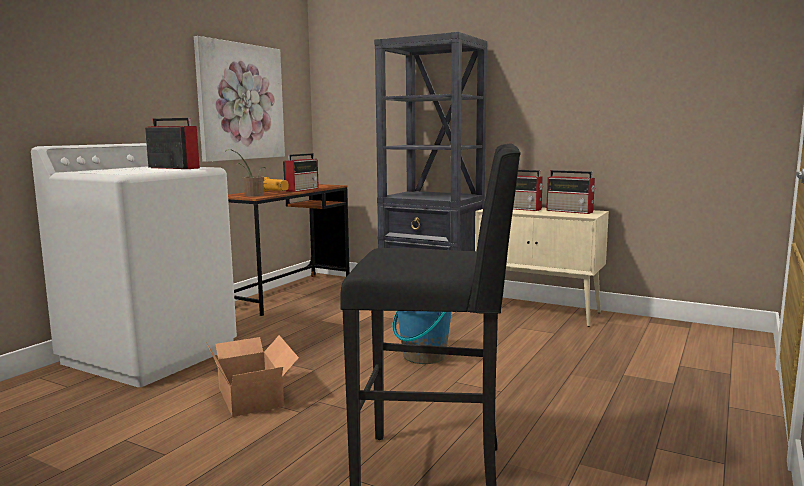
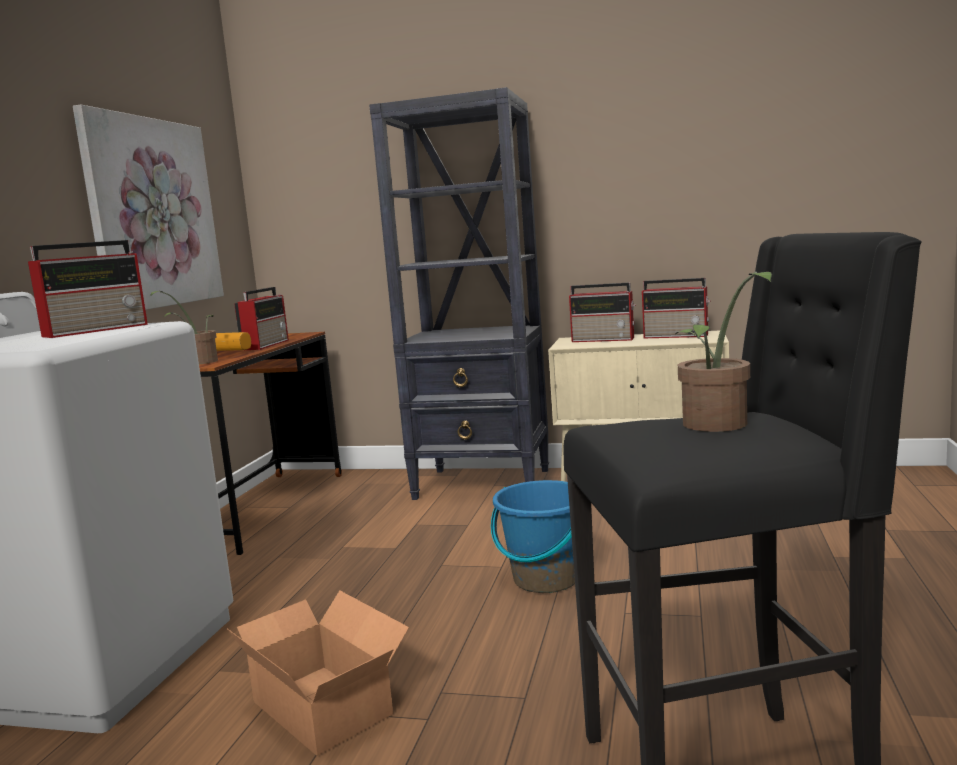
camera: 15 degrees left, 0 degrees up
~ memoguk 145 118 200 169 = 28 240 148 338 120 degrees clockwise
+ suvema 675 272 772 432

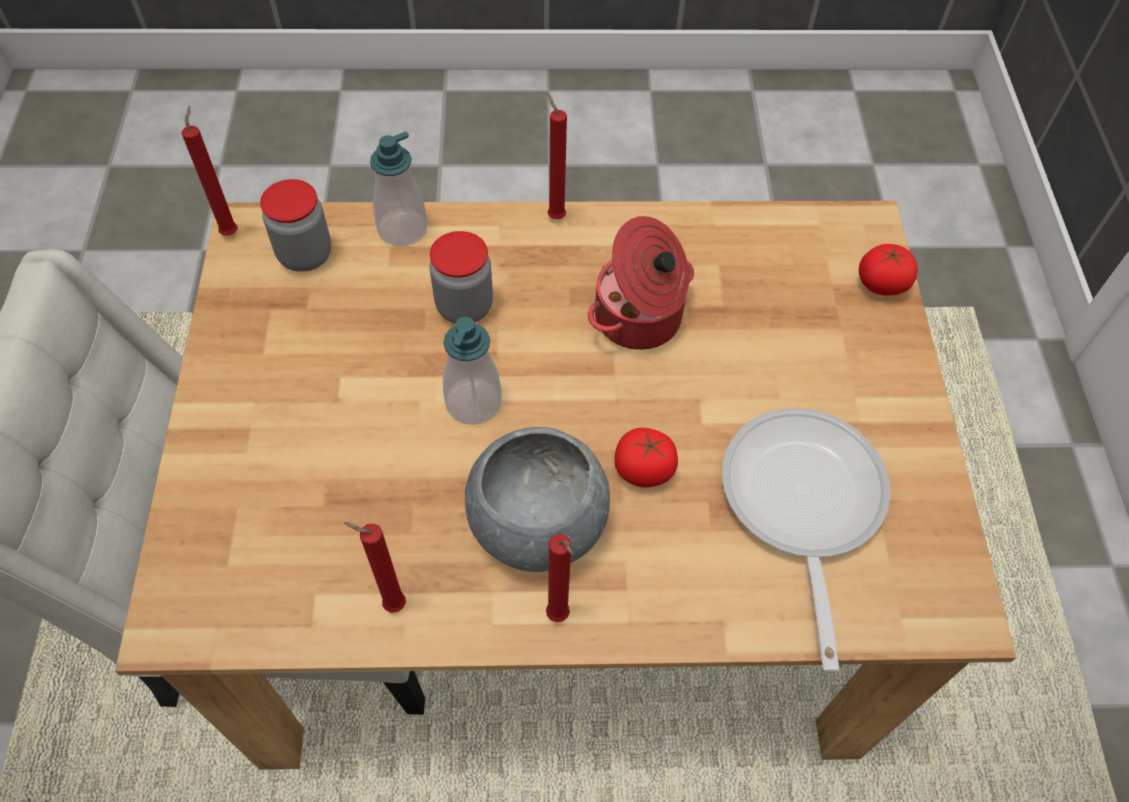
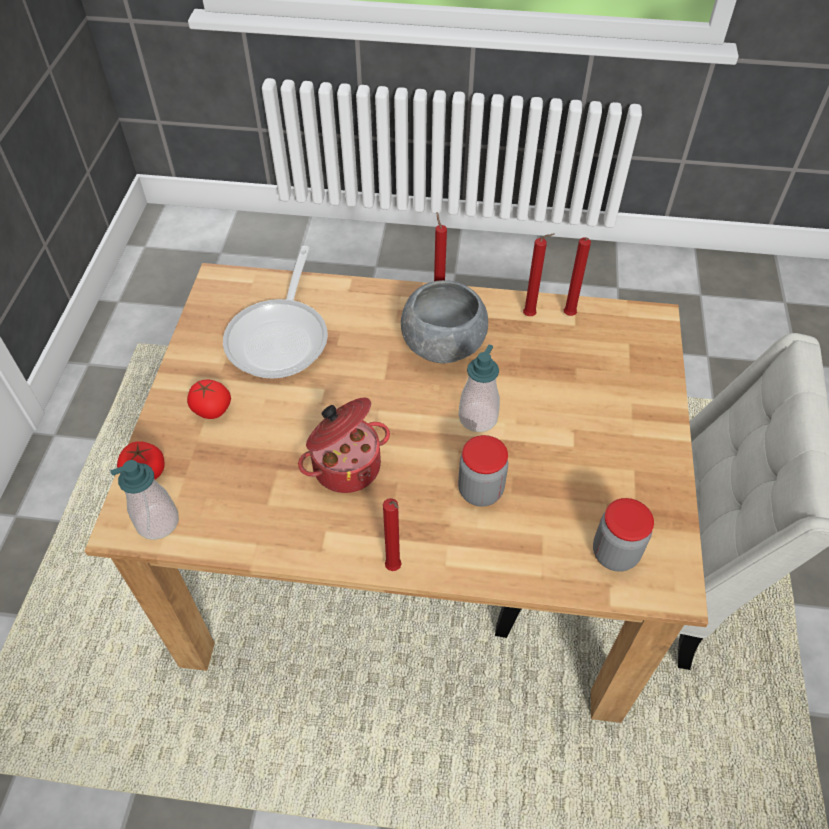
camera: 170 degrees left, 5 degrees down
~ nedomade 370 131 427 246 to 111 460 179 540
~ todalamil 614 428 678 487 to 187 380 231 419
~ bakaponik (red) 182 106 237 236 to 564 237 591 316

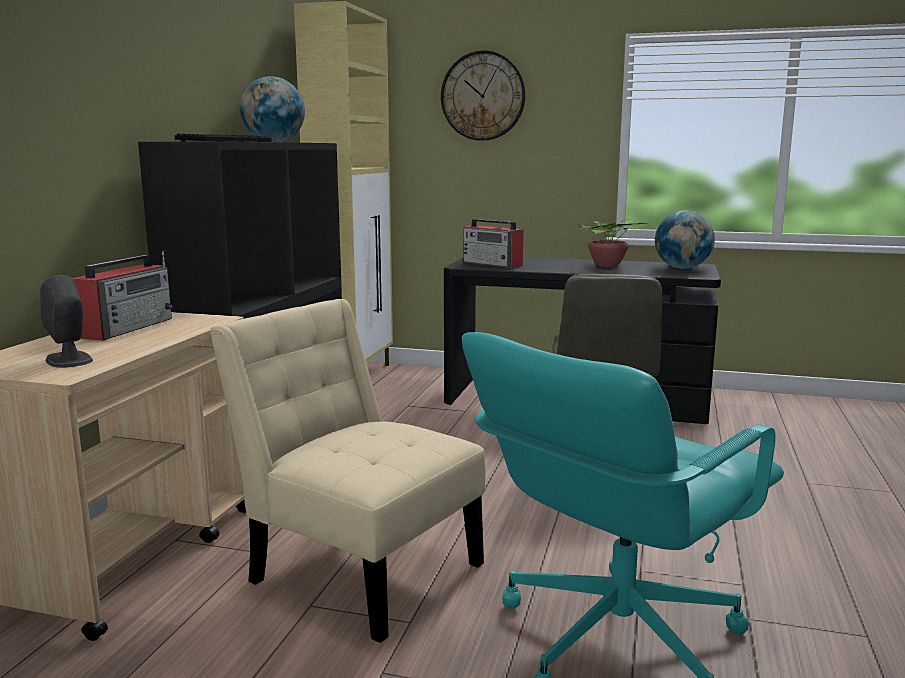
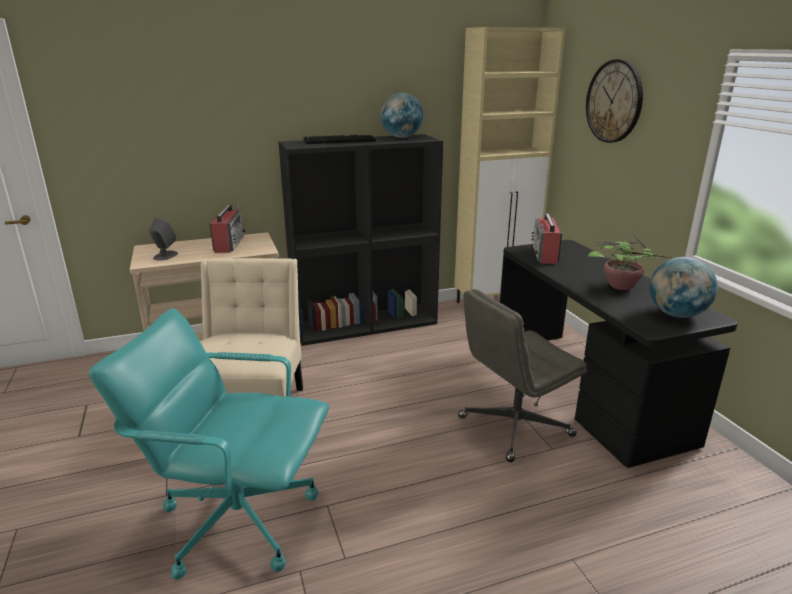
camera: 55 degrees right, 10 degrees up
~ memoguk 73 251 173 341 = 210 202 245 253 75 degrees counterclockwise

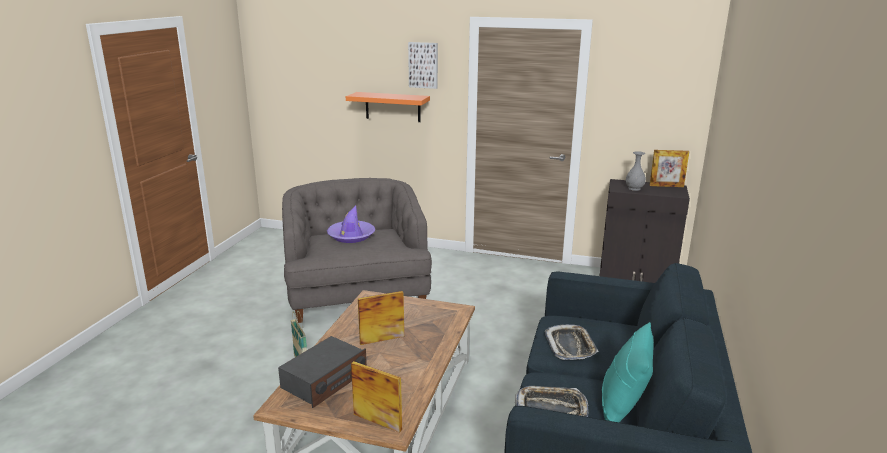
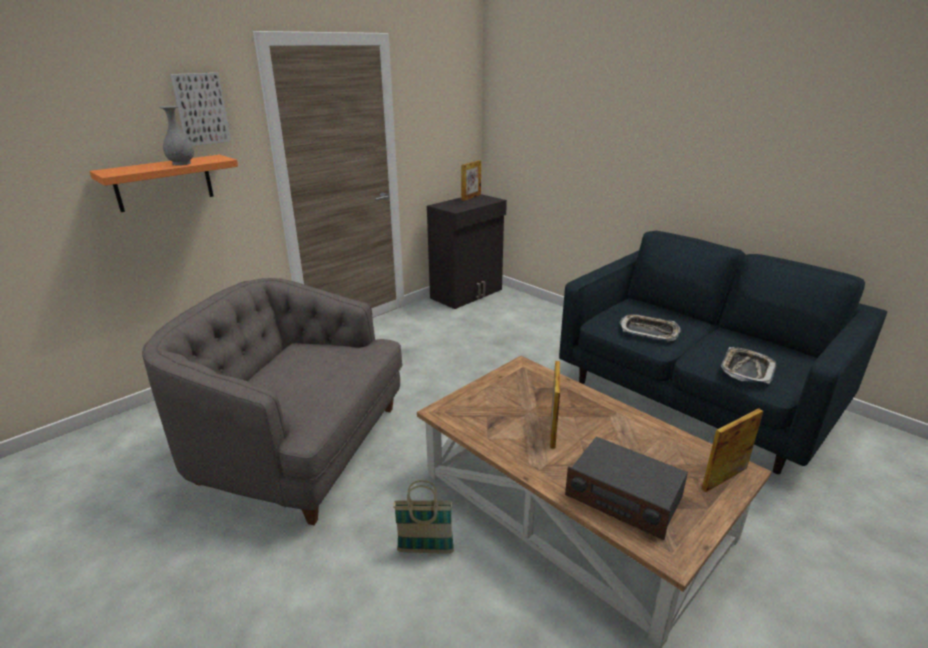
camera: 60 degrees left, 5 degrees up
~ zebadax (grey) 626 151 646 191 to 159 106 194 165
~ memoguk 278 336 367 408 = 565 436 688 540 150 degrees clockwise
- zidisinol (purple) 327 206 375 243
- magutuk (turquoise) 602 322 654 422

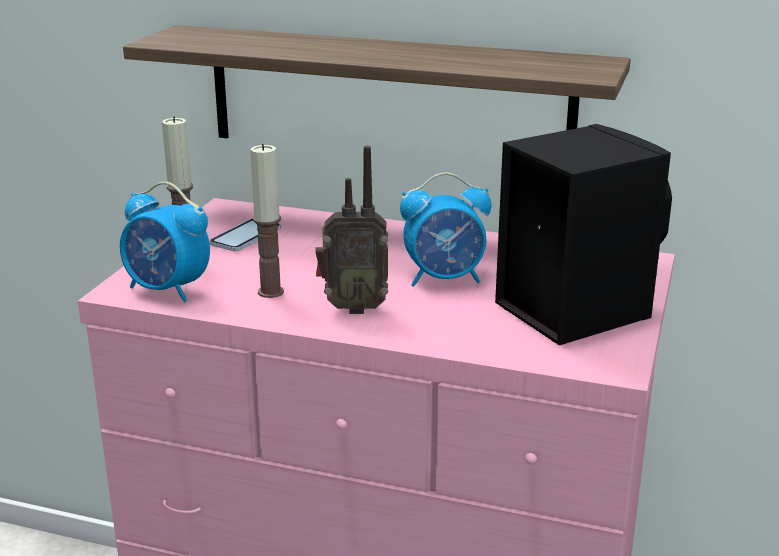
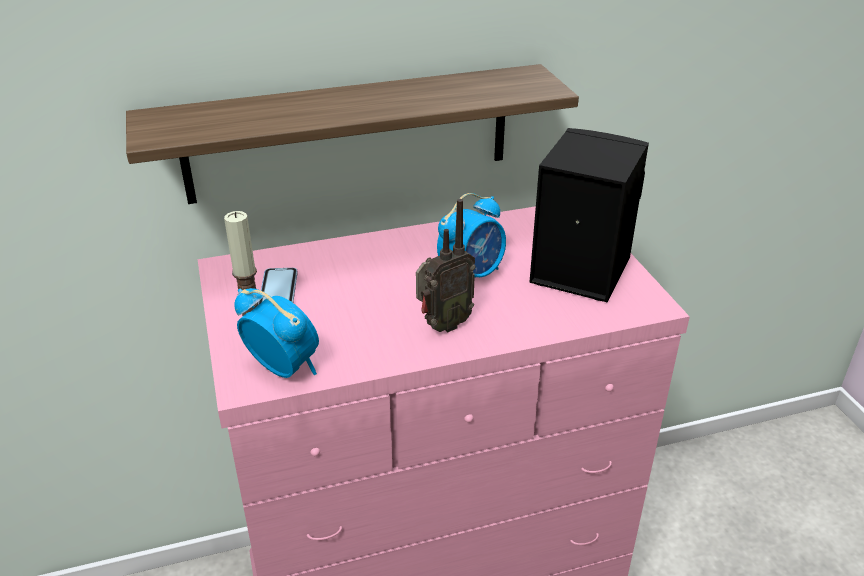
camera: 35 degrees left, 10 degrees up
~ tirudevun 120 182 210 302 = 234 288 319 378 135 degrees counterclockwise
- bakaponik 250 144 284 298

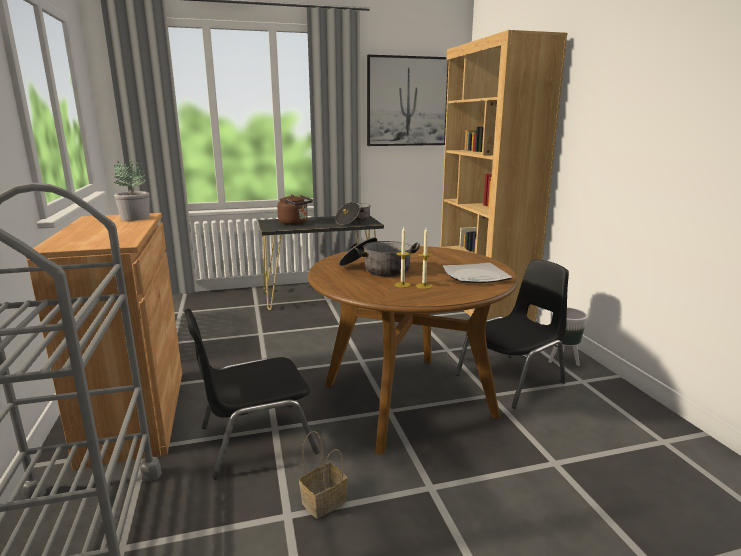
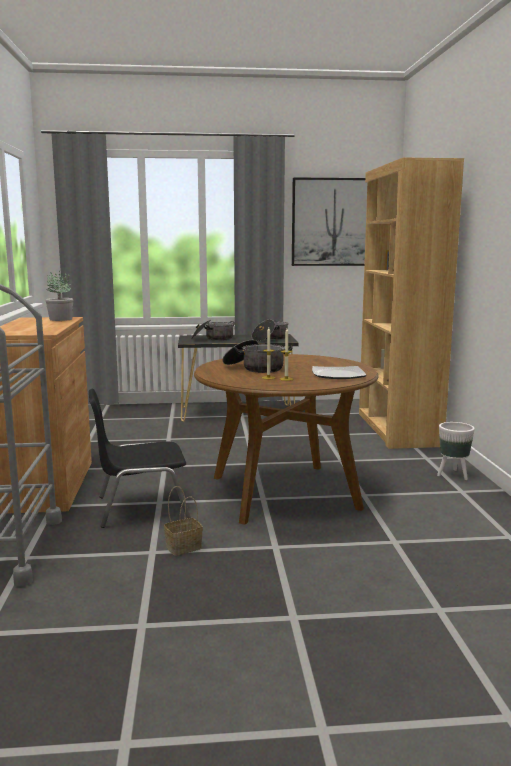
camera: 10 degrees right, 5 degrees down
~ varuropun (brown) 277 194 313 225 to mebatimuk 191 320 235 341
- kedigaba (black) 456 259 569 409

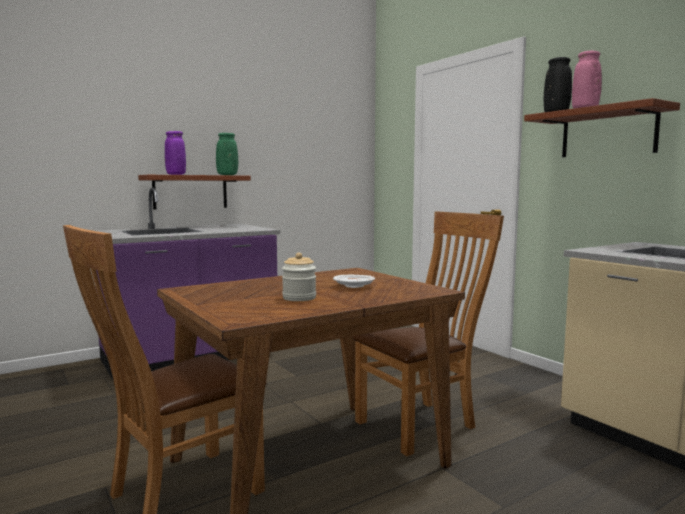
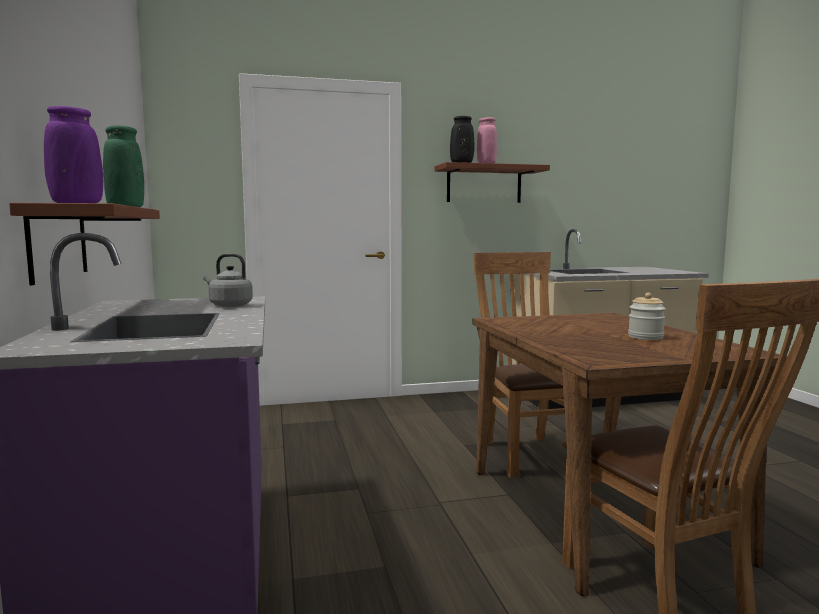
camera: 70 degrees left, 0 degrees up
+ varuropun (grey) 203 253 253 307
- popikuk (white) 333 275 375 288

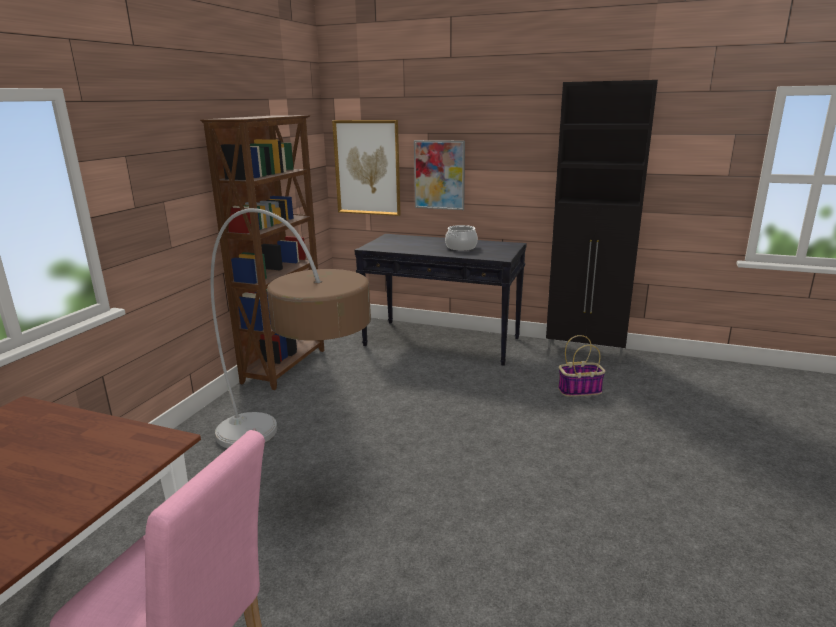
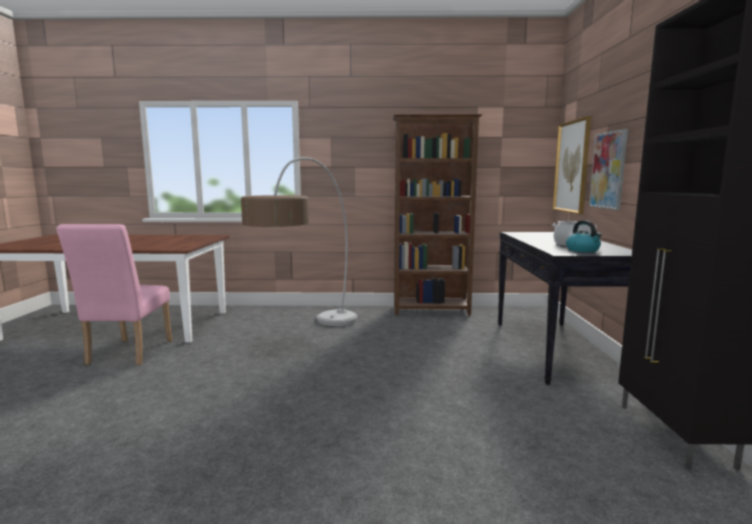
camera: 70 degrees right, 10 degrees down
+ varuropun 566 220 602 252
- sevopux 558 335 605 397

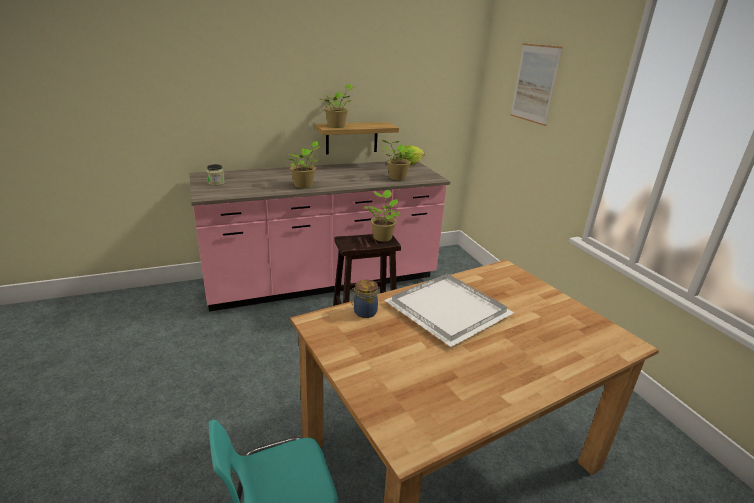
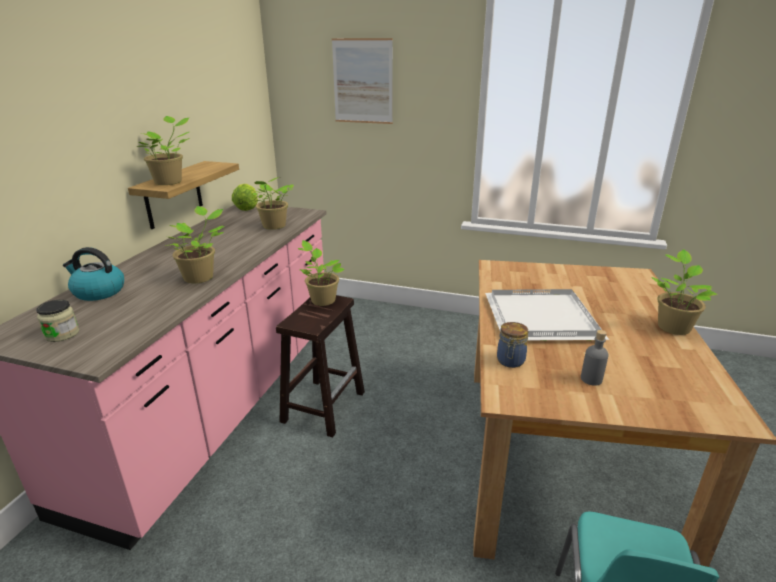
camera: 50 degrees left, 0 degrees up
+ varuropun 63 247 124 301
+ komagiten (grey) 581 330 608 386
+ suvema 651 249 717 335

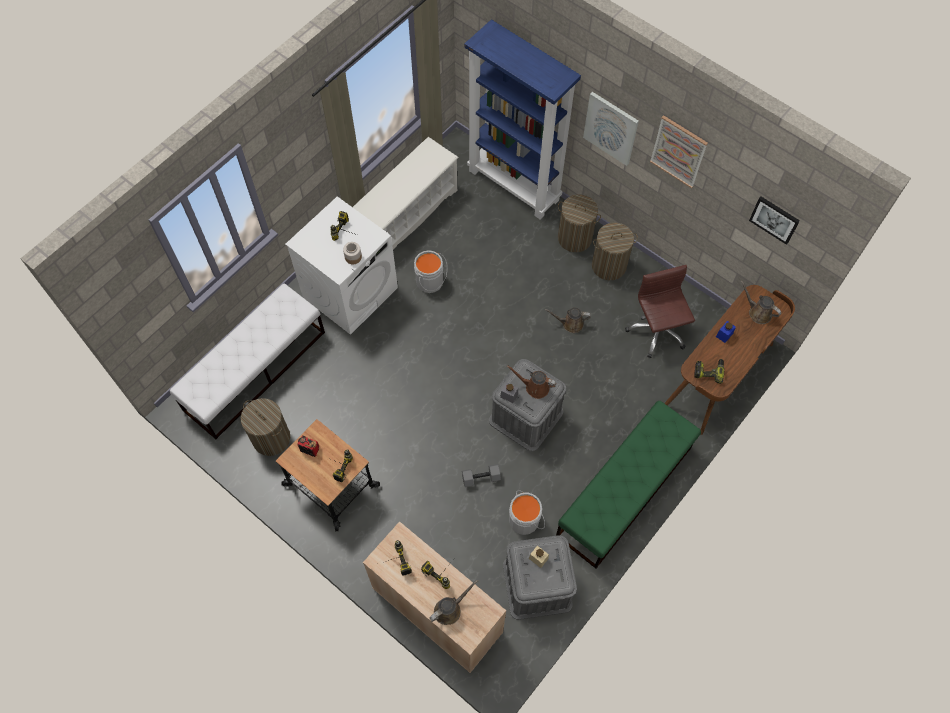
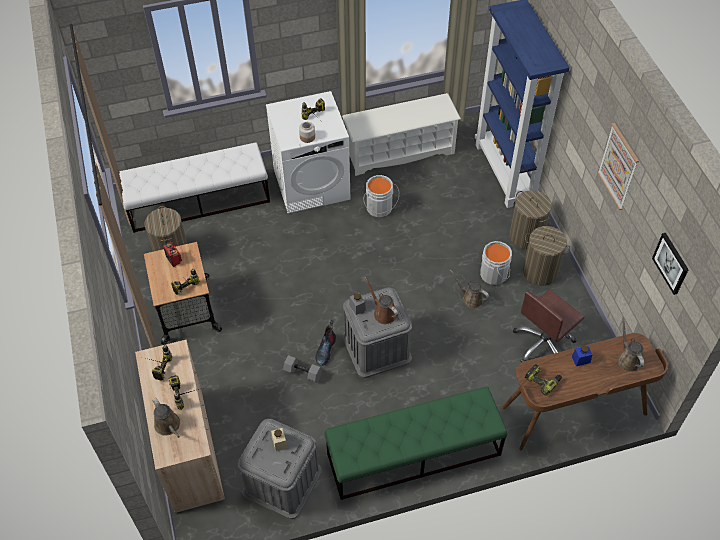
camera: 35 degrees right, 10 degrees down
~ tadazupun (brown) 430 580 478 625 = 152 398 180 438 60 degrees clockwise
+ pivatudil 315 320 336 366
~ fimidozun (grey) 509 490 545 535 to 480 241 512 285
~ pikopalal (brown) 625 265 695 358 = 513 289 584 362 150 degrees counterclockwise
- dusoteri 583 92 639 166

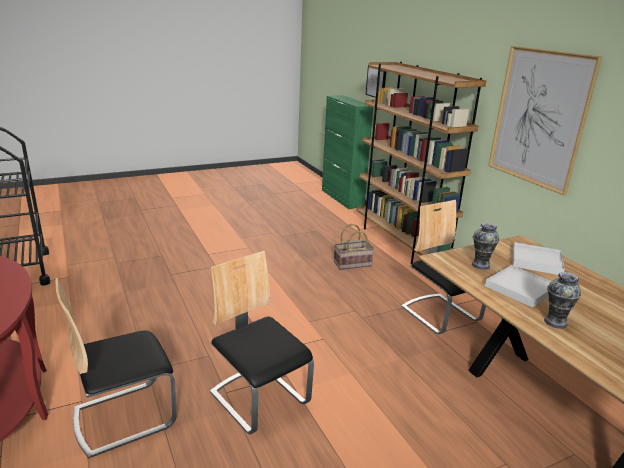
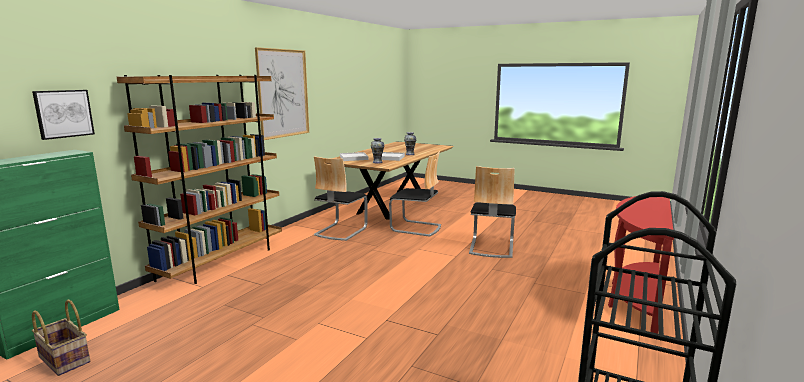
camera: 125 degrees left, 10 degrees down
~ sevopux 334 224 374 270 to 32 299 90 376
~ kedigaba 56 278 176 458 to 389 152 441 237

